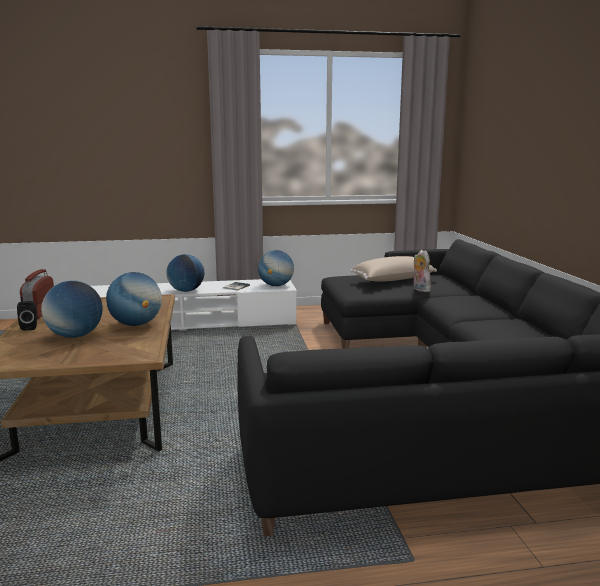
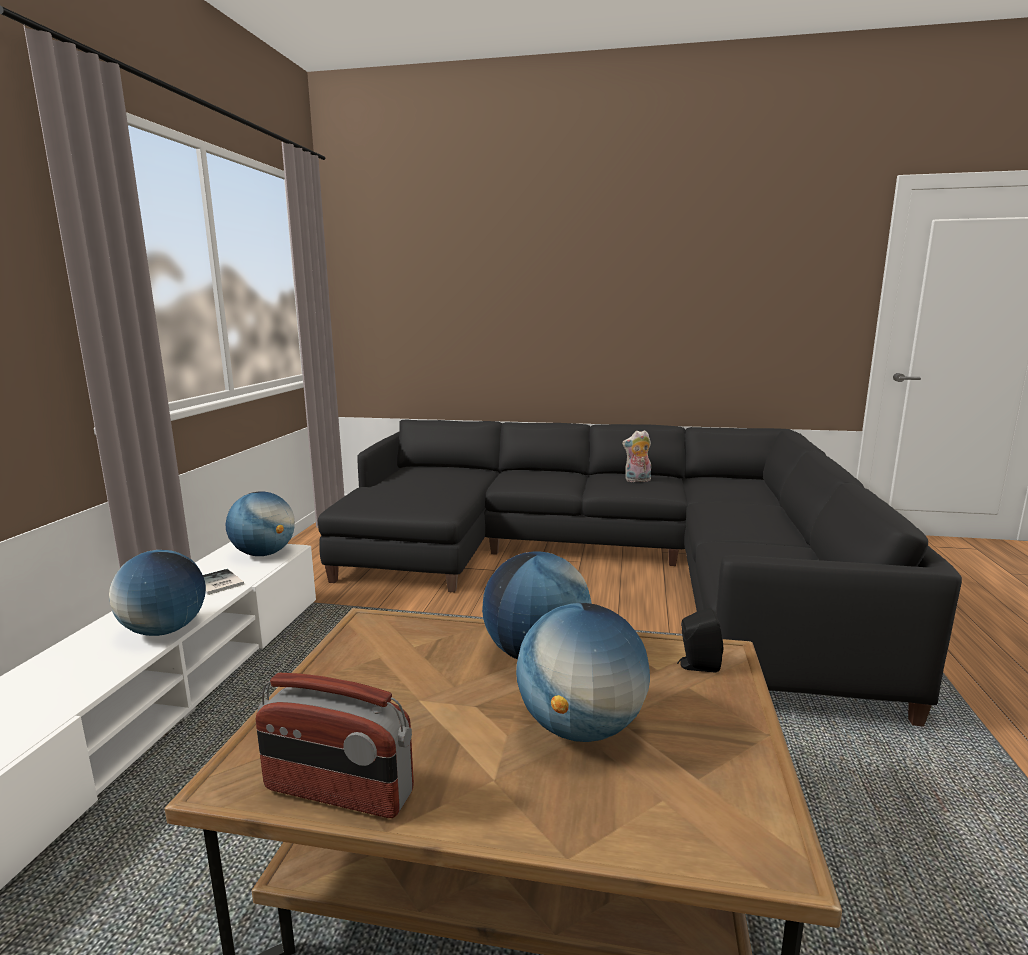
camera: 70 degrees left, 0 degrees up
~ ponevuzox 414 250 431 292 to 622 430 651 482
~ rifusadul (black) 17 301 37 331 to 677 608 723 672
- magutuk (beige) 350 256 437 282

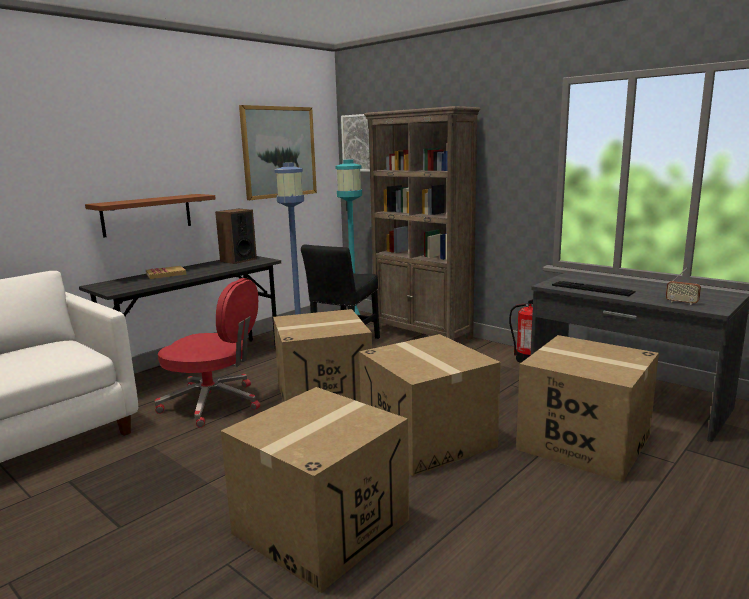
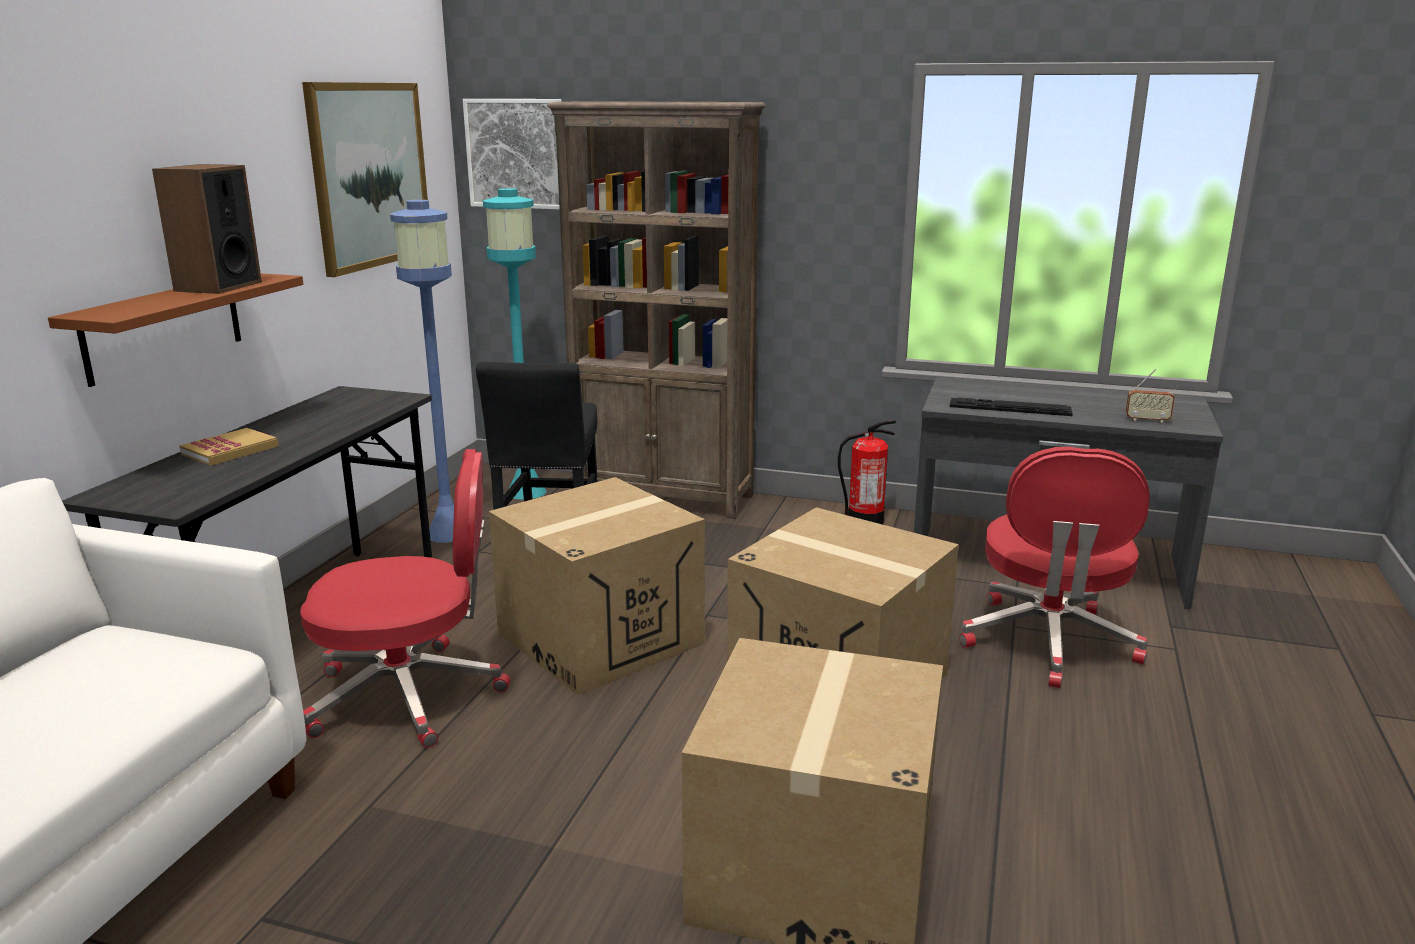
camera: 25 degrees left, 5 degrees up
~ rifusadul 215 209 257 264 to 152 164 262 294
~ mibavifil 516 335 659 482 to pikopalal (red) 959 447 1150 688

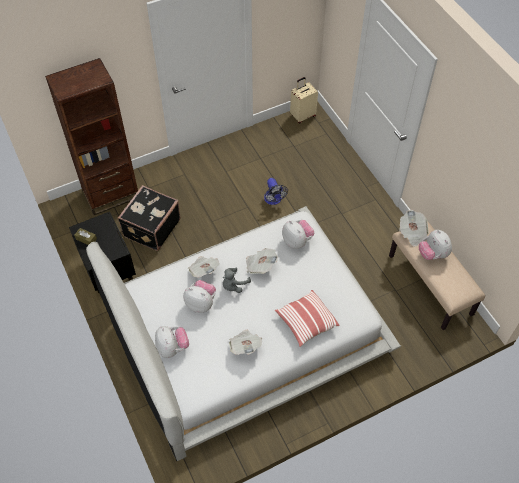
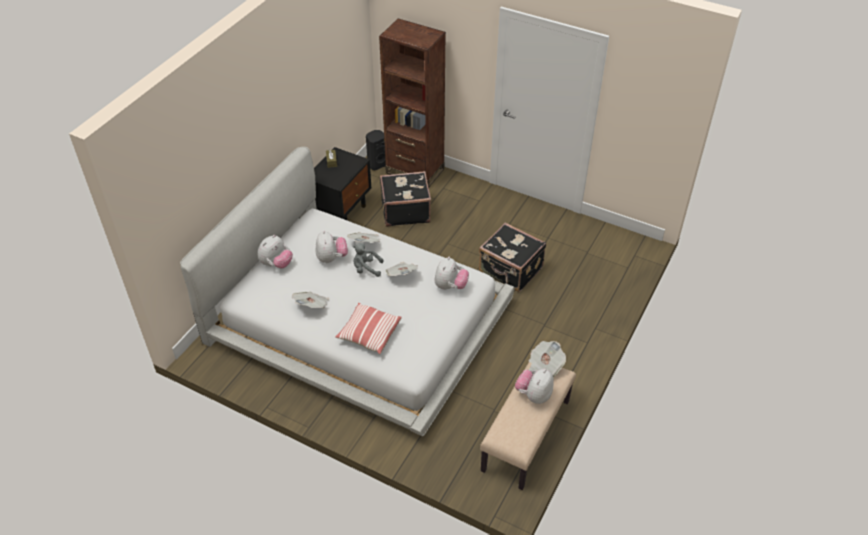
camera: 55 degrees right, 10 degrees down
+ rifusadul (black) 366 130 386 170
~ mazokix 264 178 288 205 to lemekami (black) 479 223 546 292
- lemekami (beige) 290 77 318 123

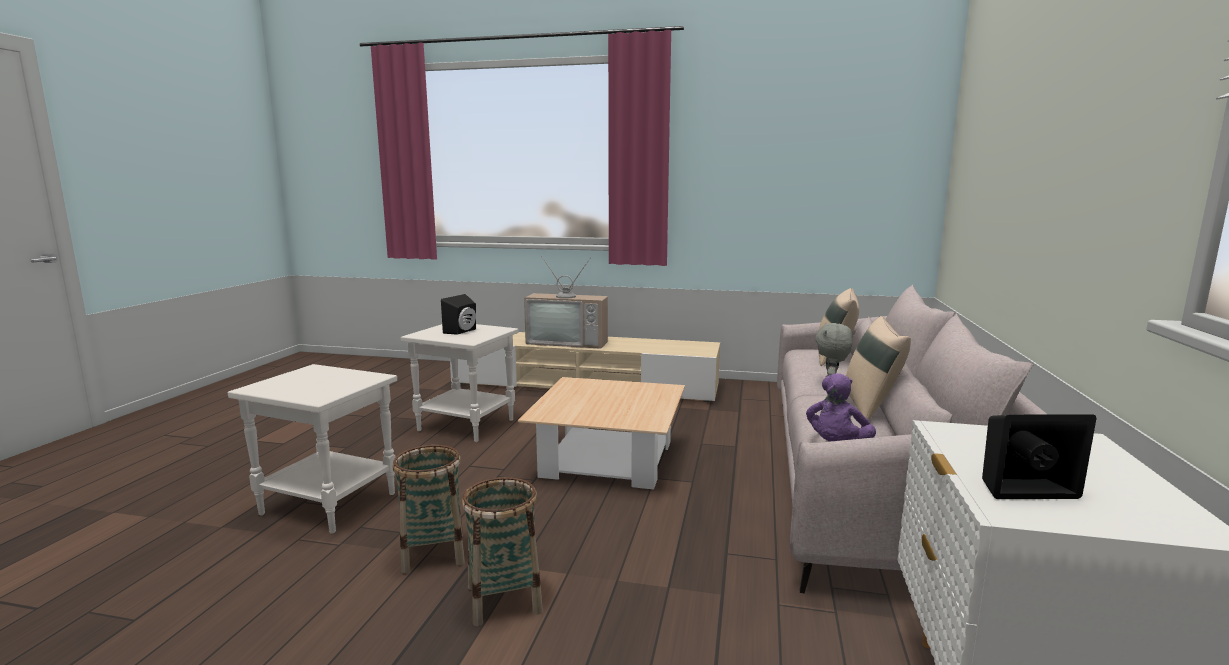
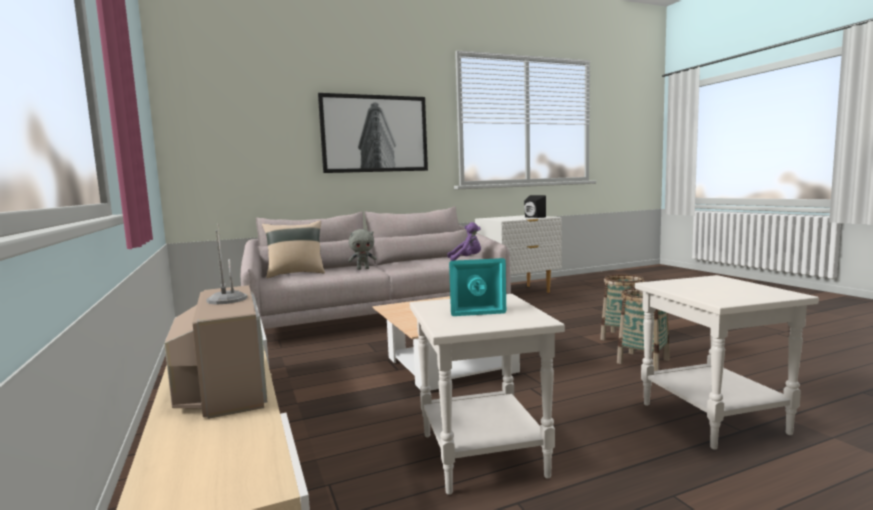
camera: 125 degrees left, 5 degrees down
+ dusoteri 318 93 428 173
~ rifusadul (black) 441 294 476 335 to rifusadul (turquoise) 449 258 506 316
- magutuk (beige) 846 316 911 420

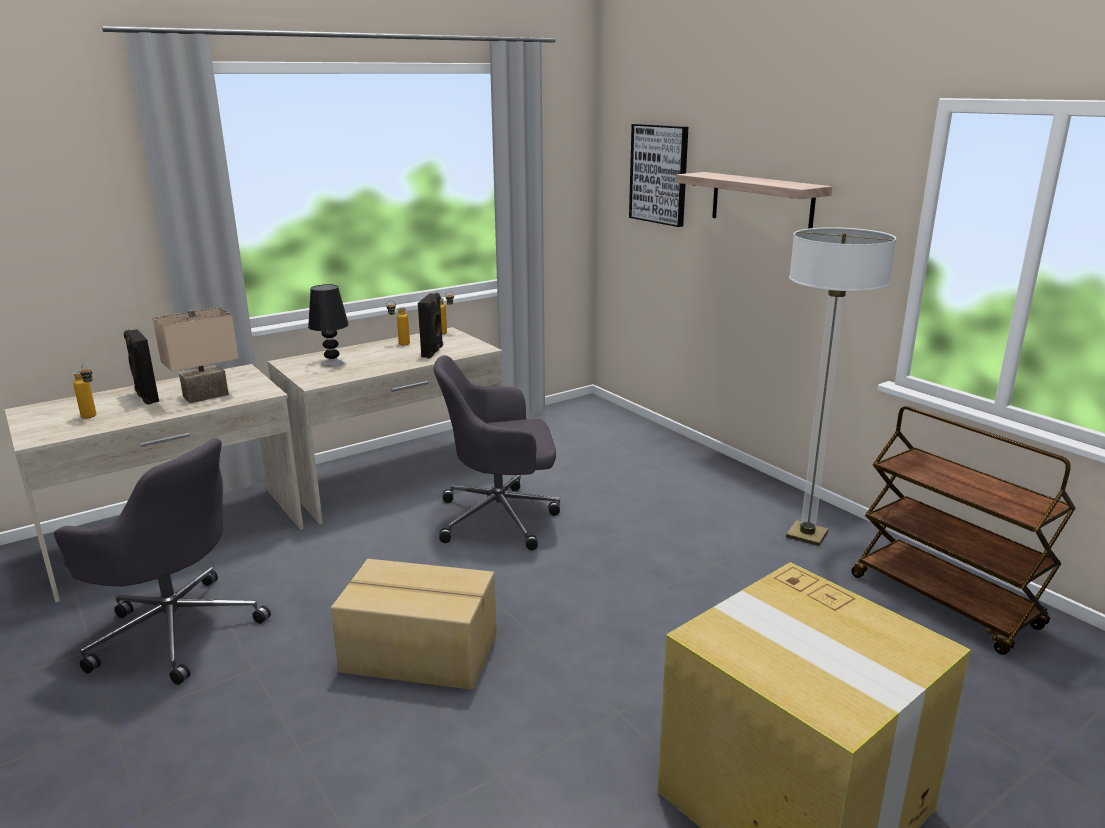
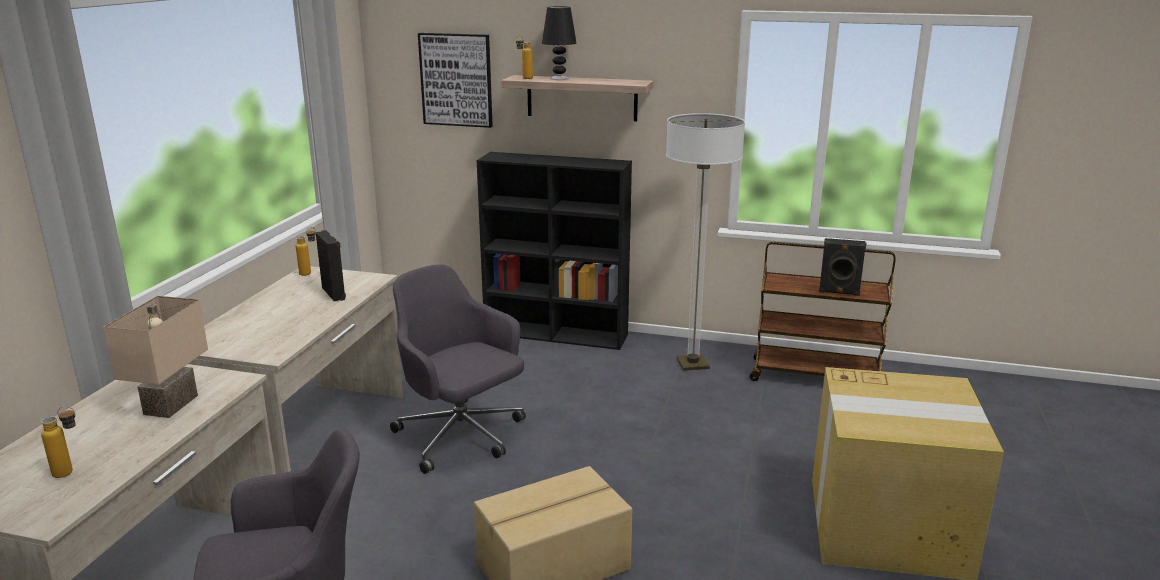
camera: 40 degrees left, 0 degrees up
~ pikopalal (grey) 433 355 560 550 = 390 264 526 474 90 degrees clockwise
+ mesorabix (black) 477 152 632 350
~ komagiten 386 301 410 345 to 516 35 533 79
~ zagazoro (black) 308 284 349 367 to 542 6 576 80
~ rifusadul (black) 124 329 159 405 to 819 238 866 296

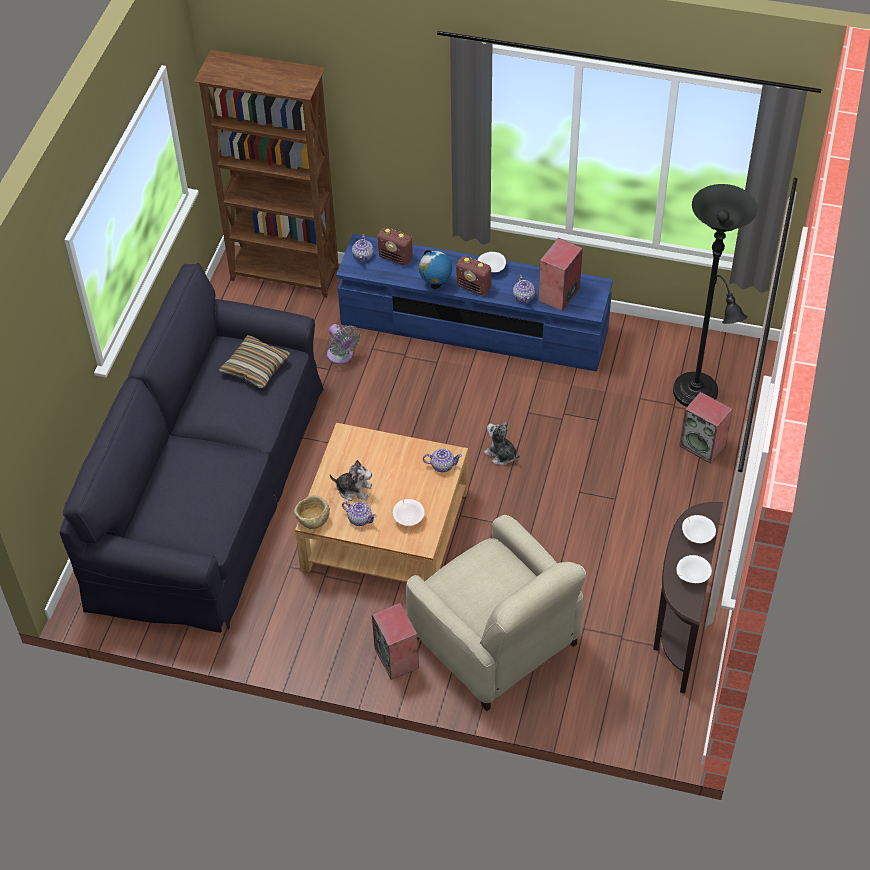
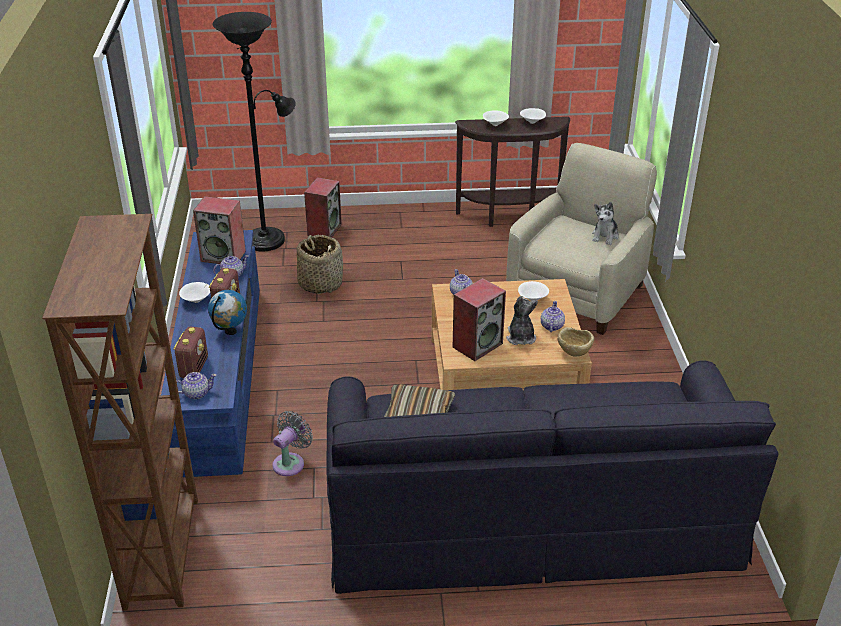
camera: 110 degrees left, 15 degrees down
+ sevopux 297 235 343 294
~ rifusadul 372 603 419 680 to 453 278 506 361
~ ponevuzox 484 421 520 465 to 592 202 619 245

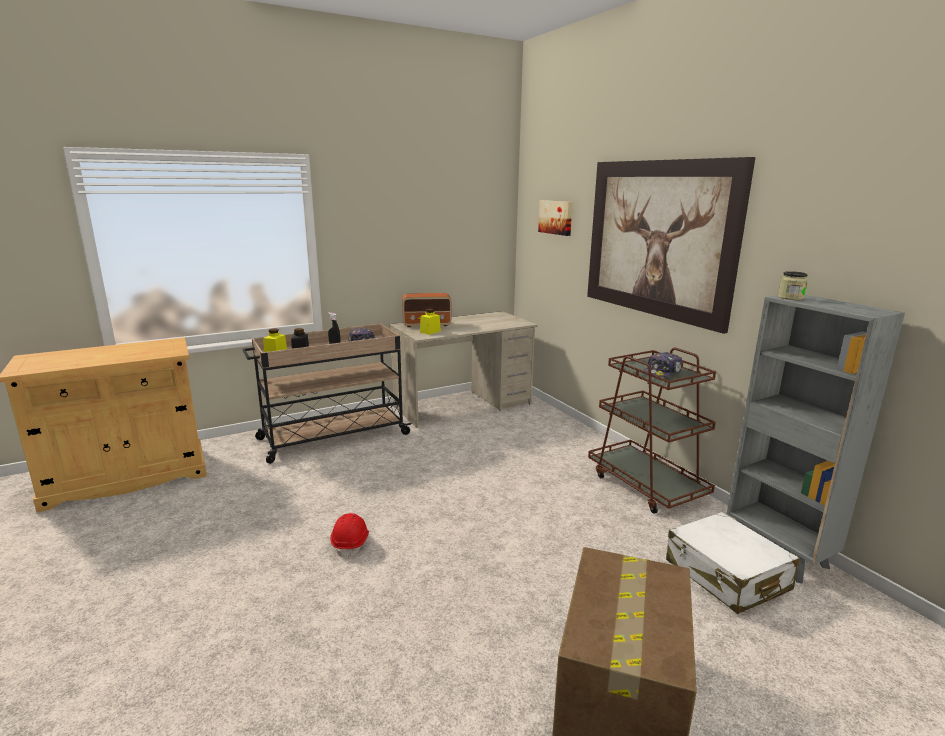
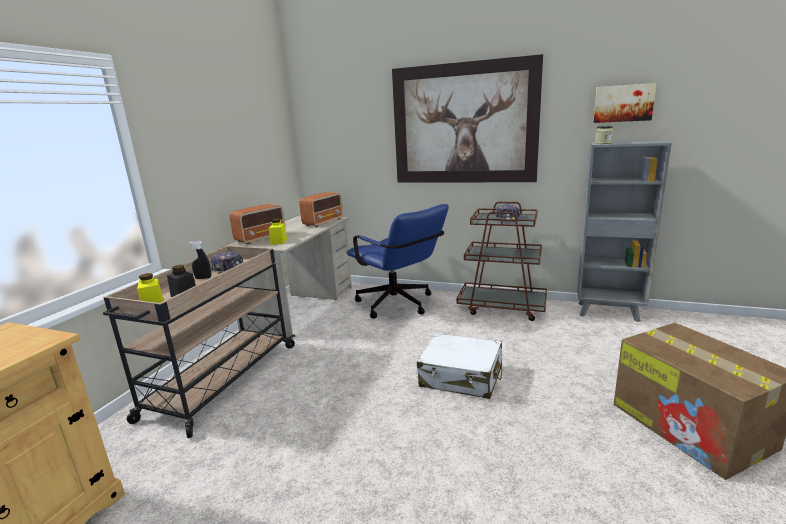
camera: 40 degrees left, 0 degrees up
+ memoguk 299 192 343 227
+ pikopalal (blue) 347 204 449 319
~ lemekami (white) 666 512 799 614 to 417 334 503 399
~ dusoteri 538 200 573 236 to 593 83 656 123
- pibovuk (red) 330 513 369 559

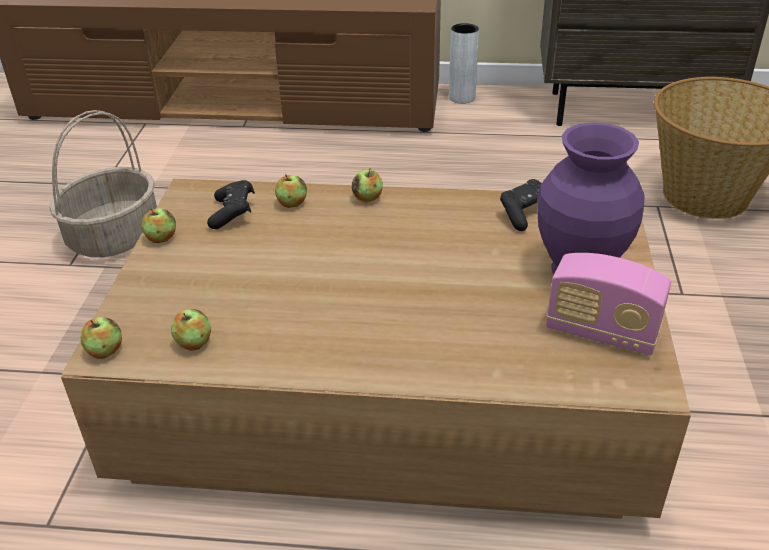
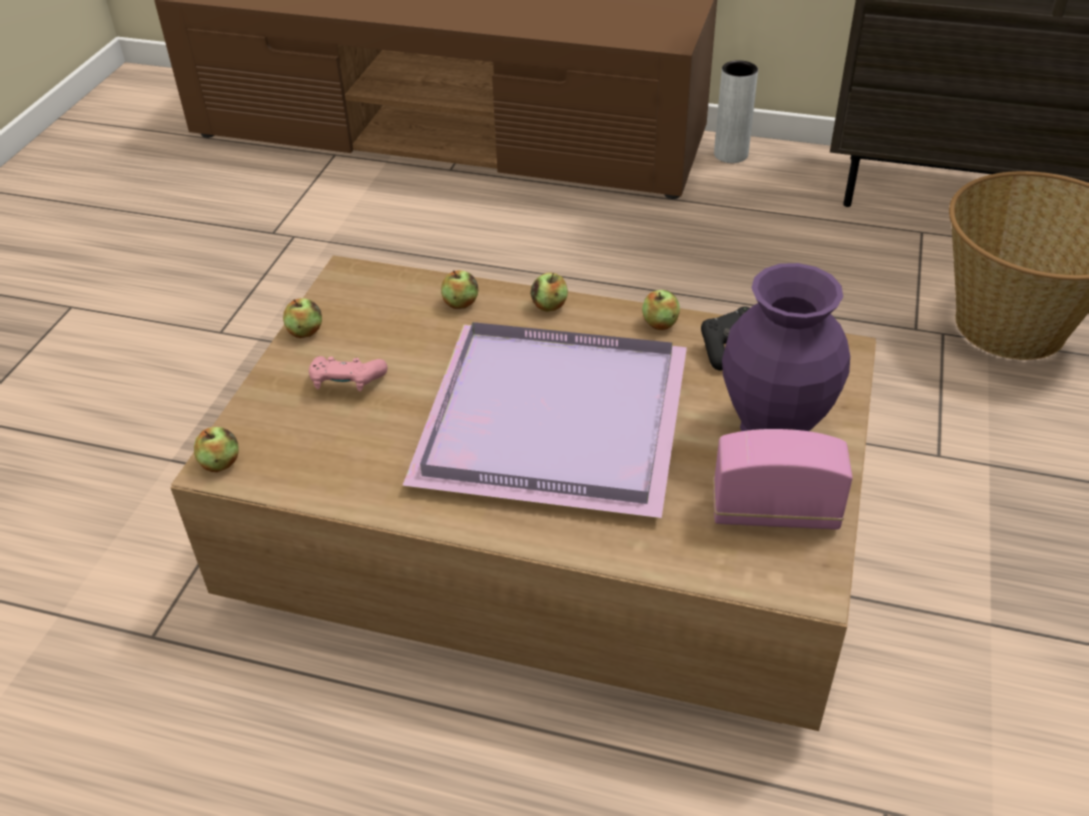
camera: 10 degrees right, 5 degrees up
+ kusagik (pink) 309 356 388 391
+ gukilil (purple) 402 322 687 518
~ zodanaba 171 309 211 351 to 642 290 680 330
~ memoguk 546 253 671 355 = 713 429 852 530 150 degrees clockwise
- sevopux 49 110 157 257
- kusagik (black) 207 180 255 229

